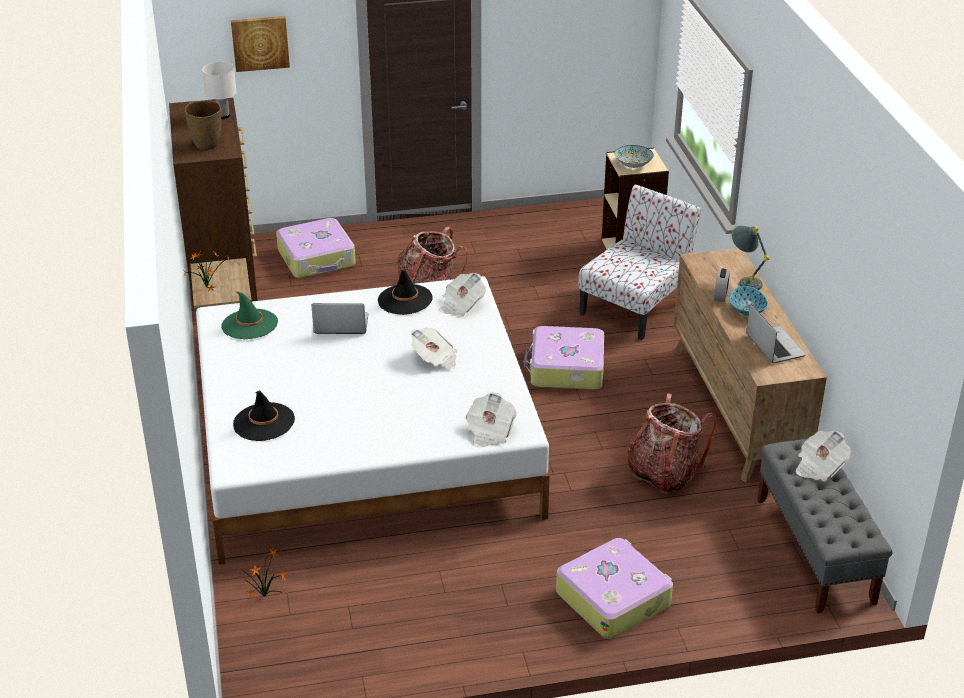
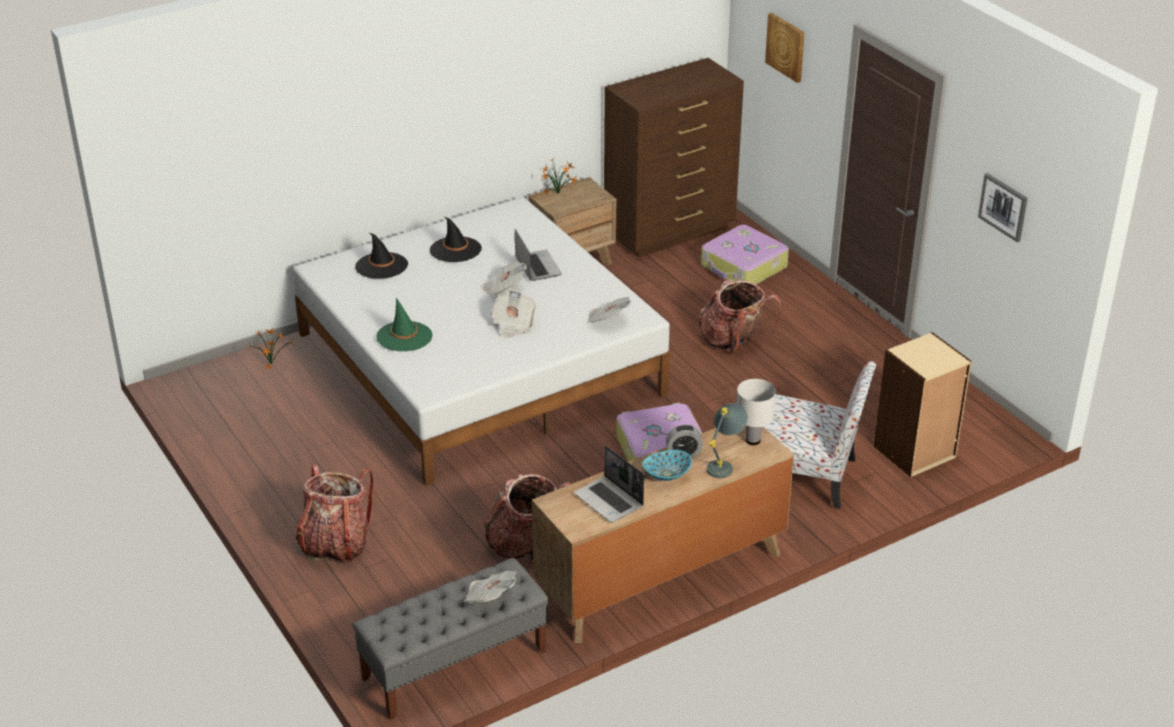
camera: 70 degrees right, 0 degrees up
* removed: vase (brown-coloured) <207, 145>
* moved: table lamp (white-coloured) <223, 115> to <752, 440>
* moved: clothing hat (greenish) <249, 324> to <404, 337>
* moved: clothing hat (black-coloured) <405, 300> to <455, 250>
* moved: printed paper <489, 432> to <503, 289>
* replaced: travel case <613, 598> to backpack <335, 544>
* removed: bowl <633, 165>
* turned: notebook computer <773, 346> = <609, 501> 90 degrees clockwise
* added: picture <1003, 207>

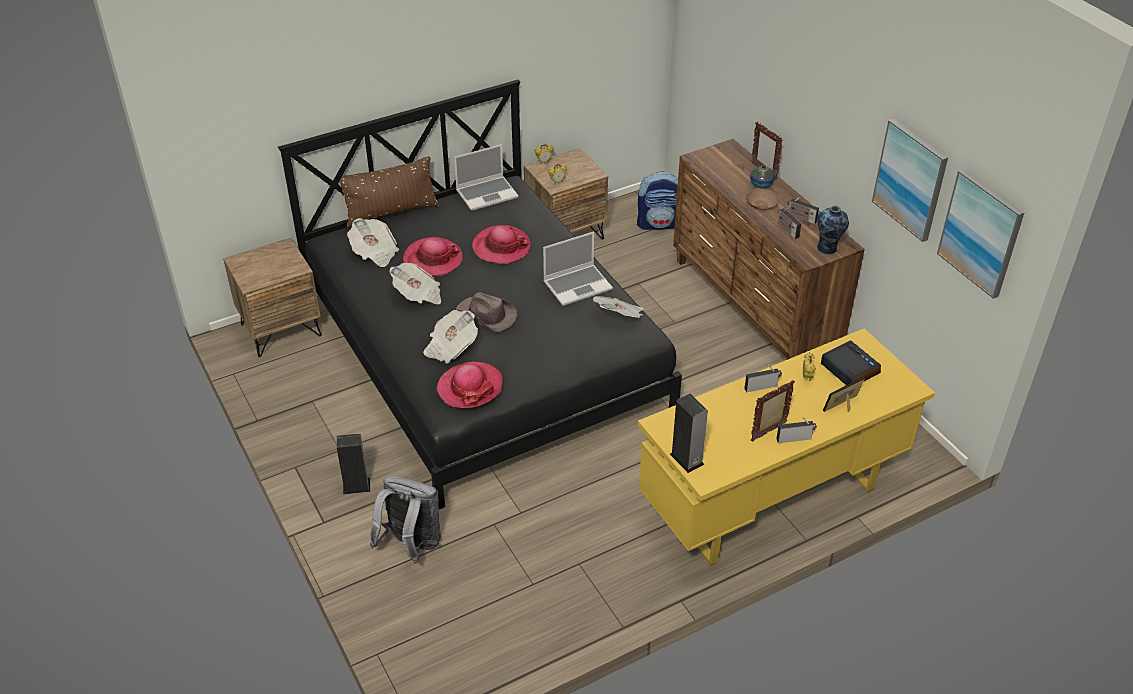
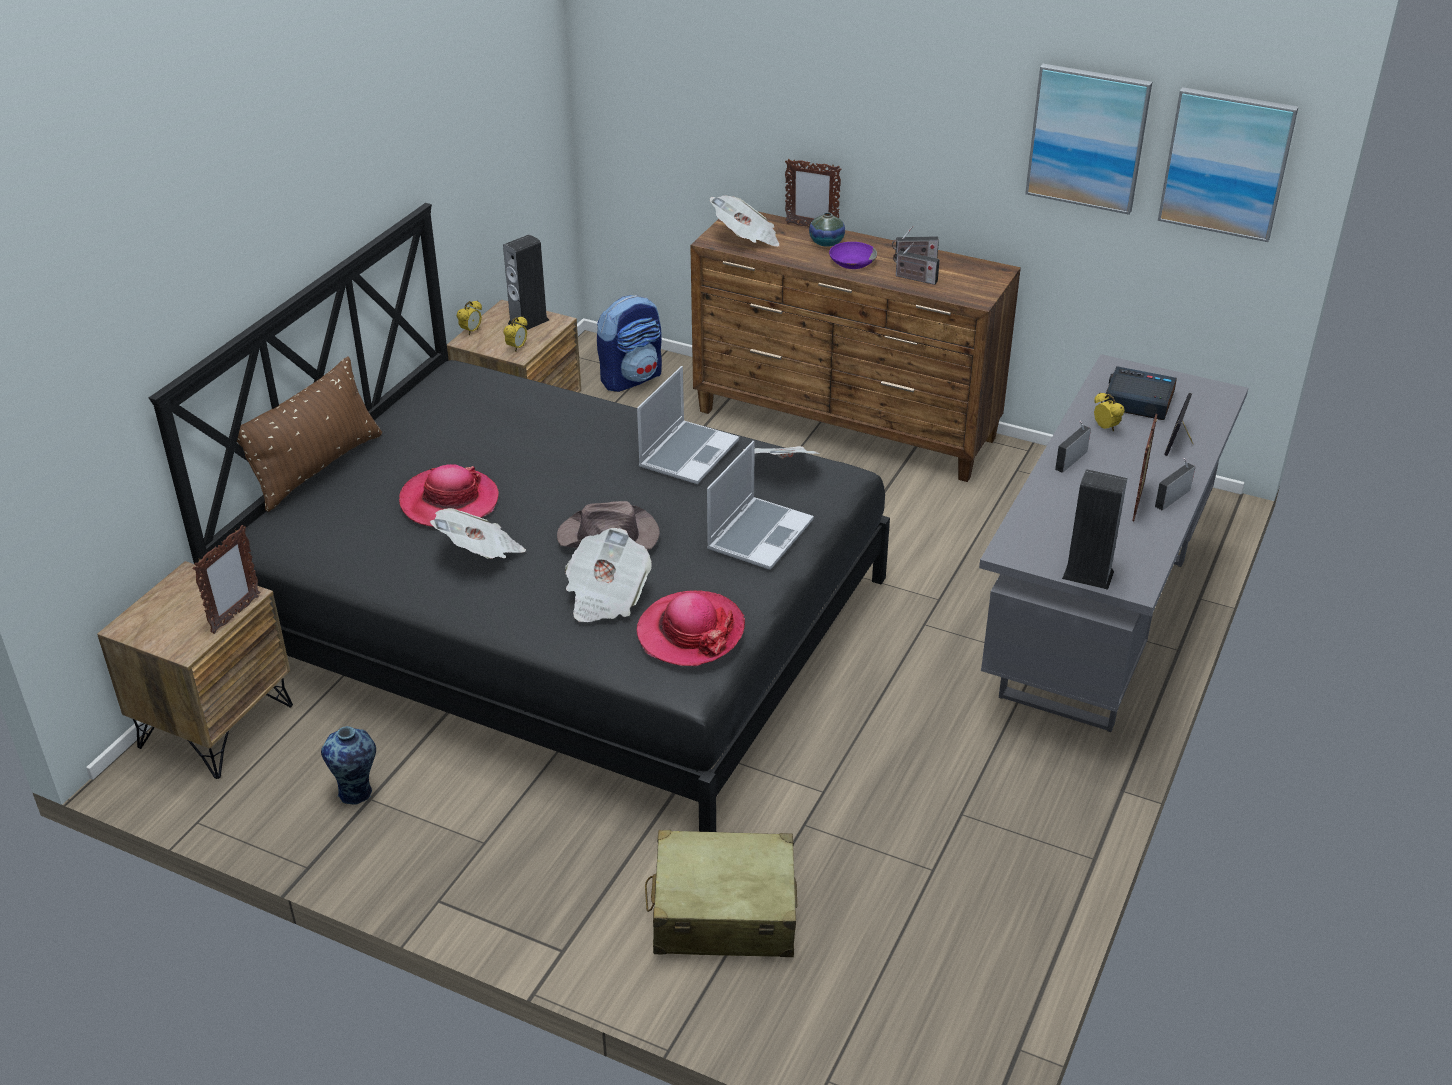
camera: 35 degrees left, 5 degrees down
* moved: loudspeaker <356, 486> to <528, 322>
* moved: printed paper <374, 253> to <746, 239>
* replaced: backpack (gray) <411, 546> to travel case (beige-coloured) <723, 912>
* moved: notebook computer <487, 194> to <759, 534>
* removed: clothing hat <501, 247>
* recoloured: desk table (yellowish) <772, 501> to desk table (gray) <1097, 627>
* recoloured: bowl (brown-coloured) <761, 204> to bowl (purple) <851, 262>
* moved: vase <828, 249> to <357, 793>
* added: picture frame <235, 615>

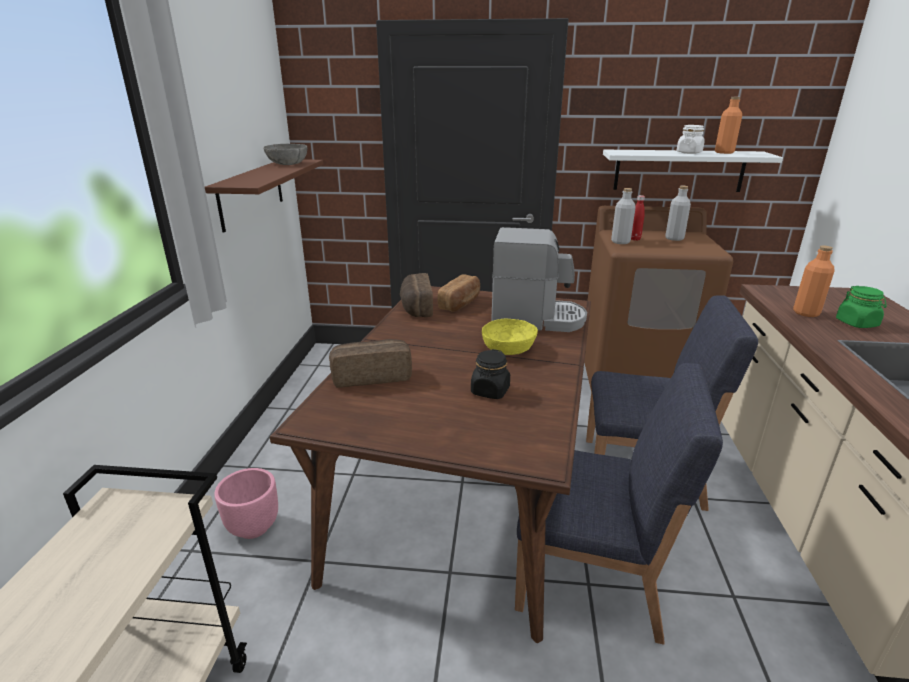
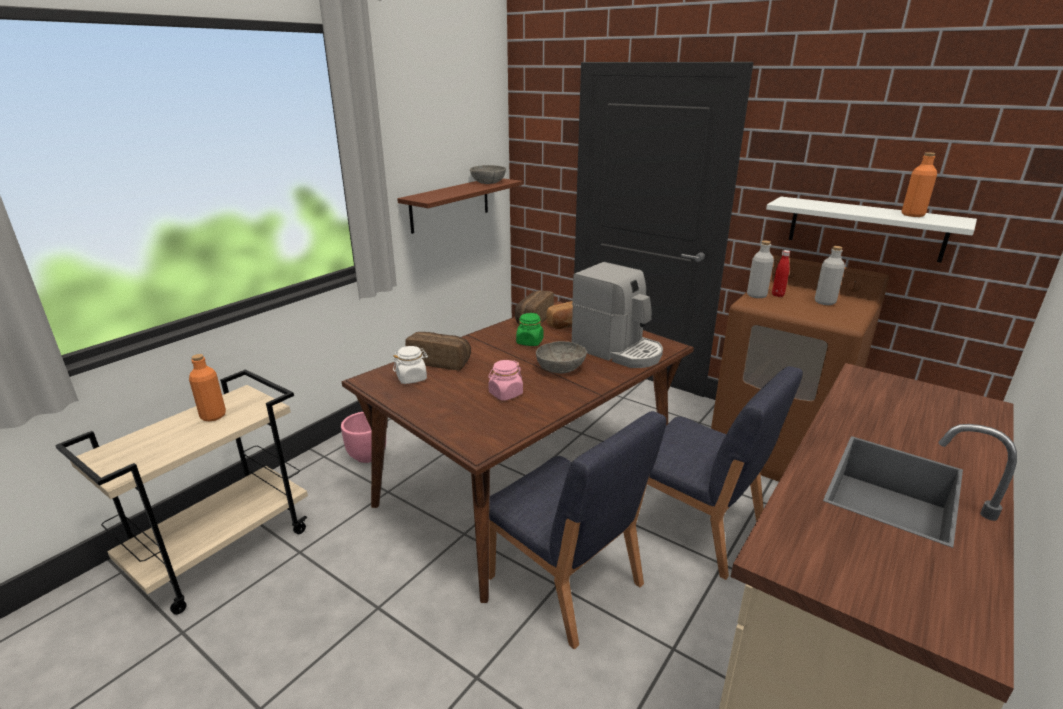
camera: 30 degrees right, 0 degrees up
* recoloured: jar (black-coloured) <490, 391> to jar (pinkish) <505, 394>
* recoloured: bowl (yellowish) <508, 349> to bowl (gray) <560, 368>
* moved: jar (white-coloured) <689, 152> to <412, 378>
* moved: drink bottle (orange) <806, 313> to <213, 416>
* moved: jar (greenish) <857, 323> to <529, 342>

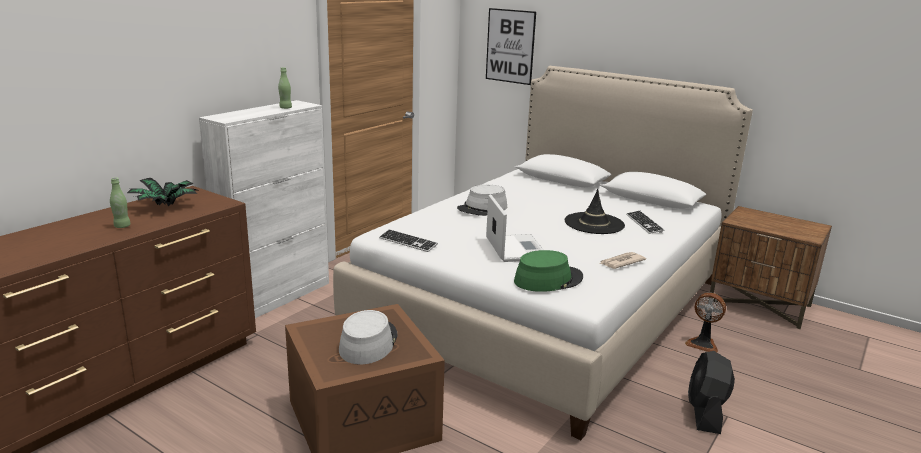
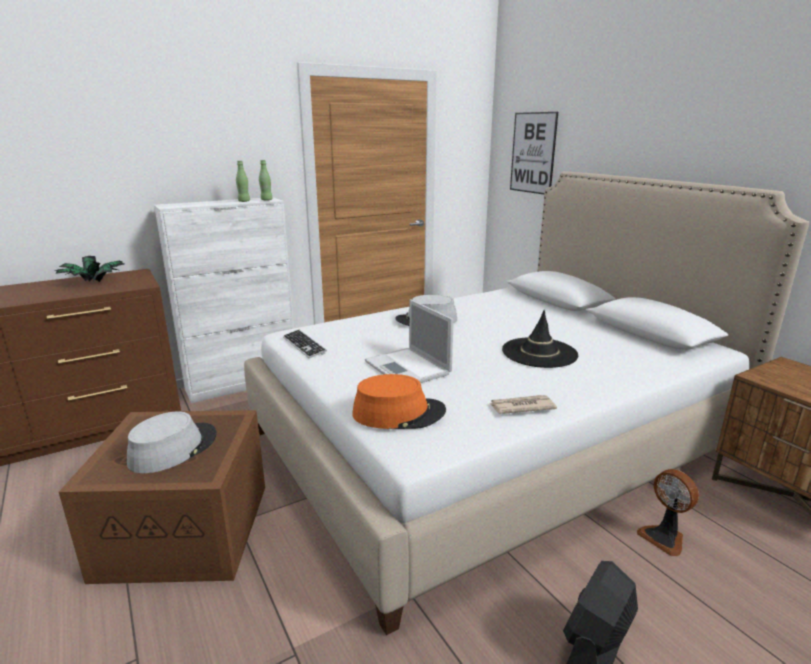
camera: 25 degrees right, 0 degrees up
* moved: drink bottle (greenish) <122, 226> to <266, 200>
* turned: notebook computer <515, 248> = <408, 368> 135 degrees clockwise
* recoloured: clothing hat (greenish) <548, 279> to clothing hat (orange) <398, 413>
* removed: computer keyboard <644, 223>

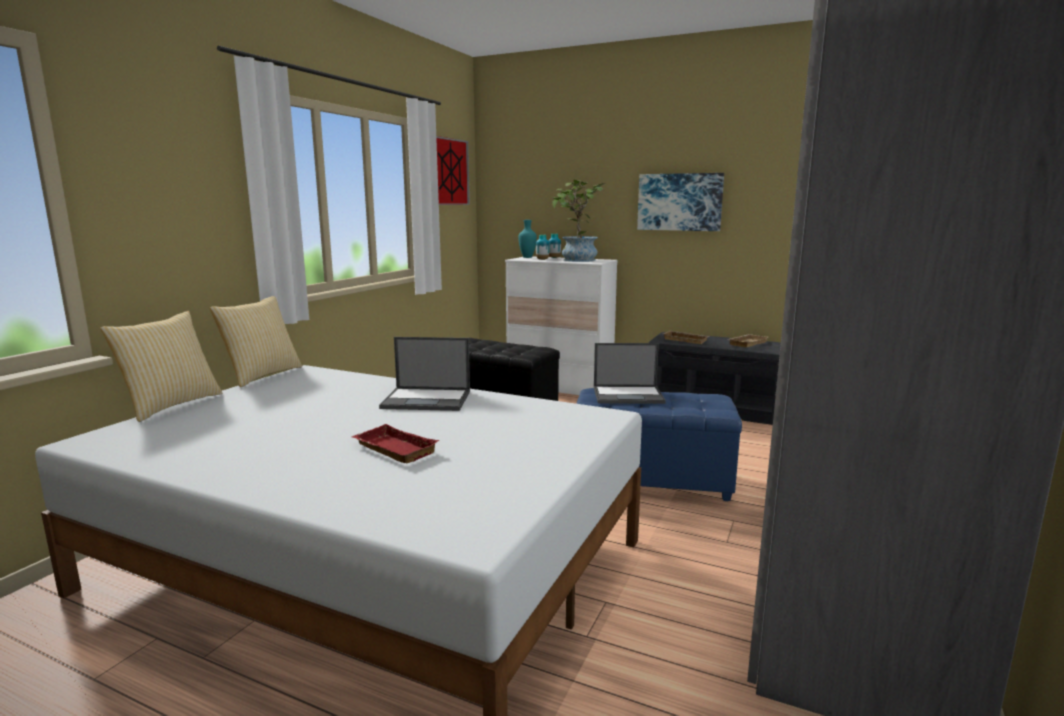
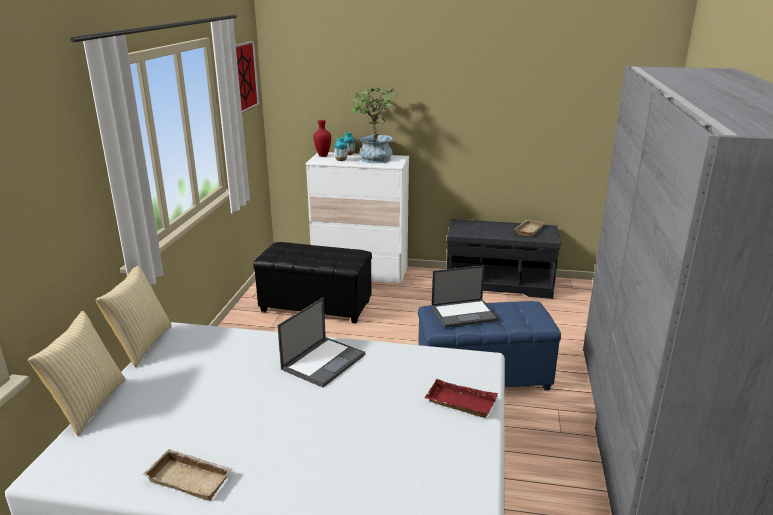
camera: 15 degrees left, 10 degrees up
* moved: tray (reddish) <392, 450> to <459, 403>
* turned: notebook computer <428, 400> = <324, 361> 45 degrees counterclockwise
* recoloured: vase (turquoise) <528, 257> to vase (reddish) <323, 155>
* removed: picture <679, 202>
* moved: tray (beige-coloured) <686, 340> to <191, 478>

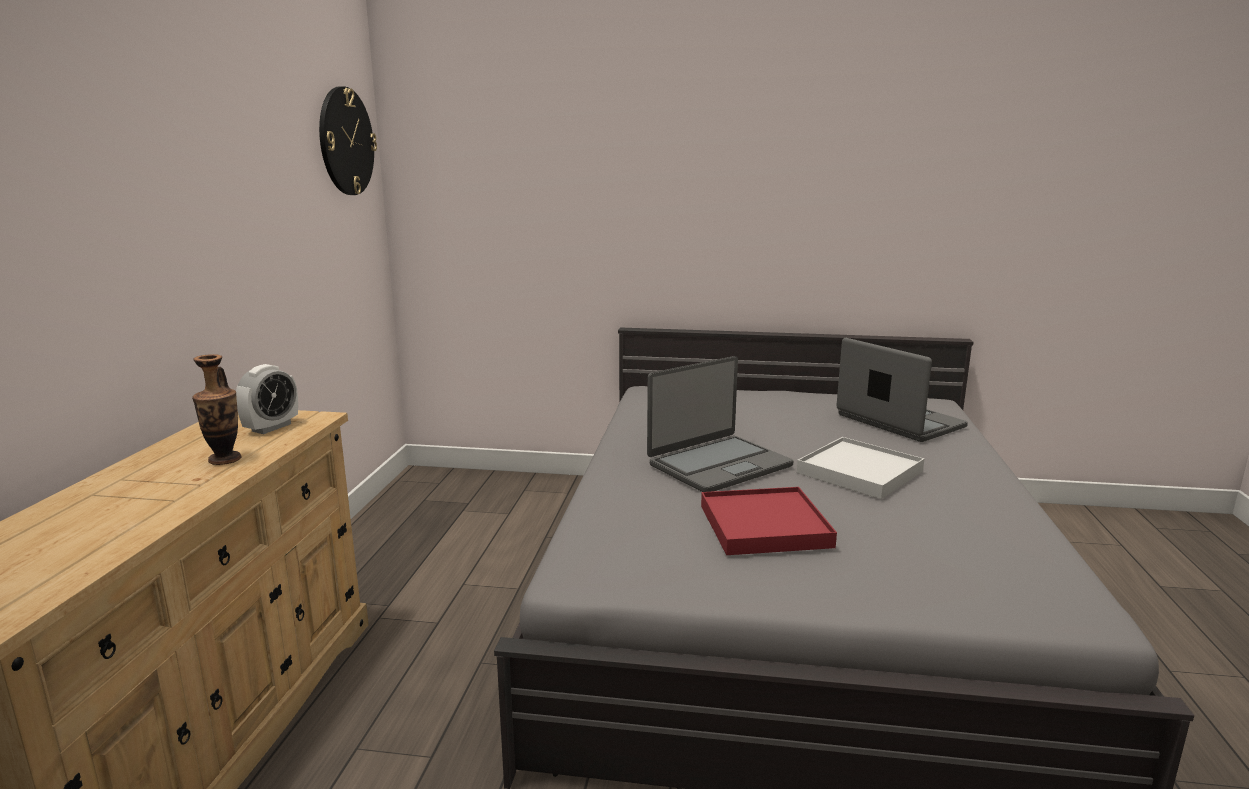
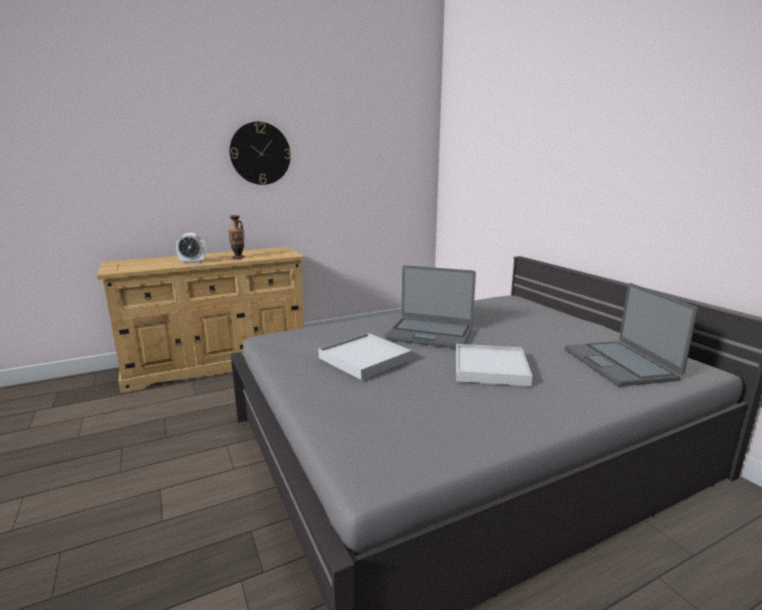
camera: 55 degrees right, 0 degrees up
* moved: alarm clock <271, 427> to <192, 262>
* moved: clock on the wall <346, 141> to <260, 153>
* recoloured: tray (reddish) <764, 526> to tray (white-coloured) <365, 359>
* turned: notebook computer <899, 421> = <620, 364> 150 degrees clockwise

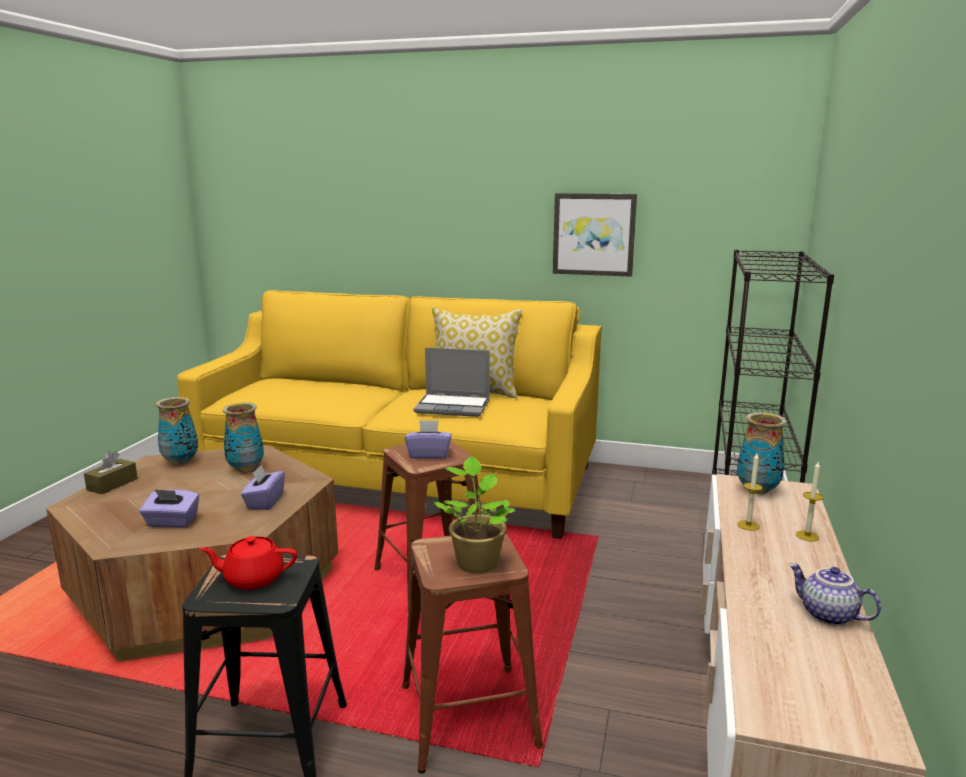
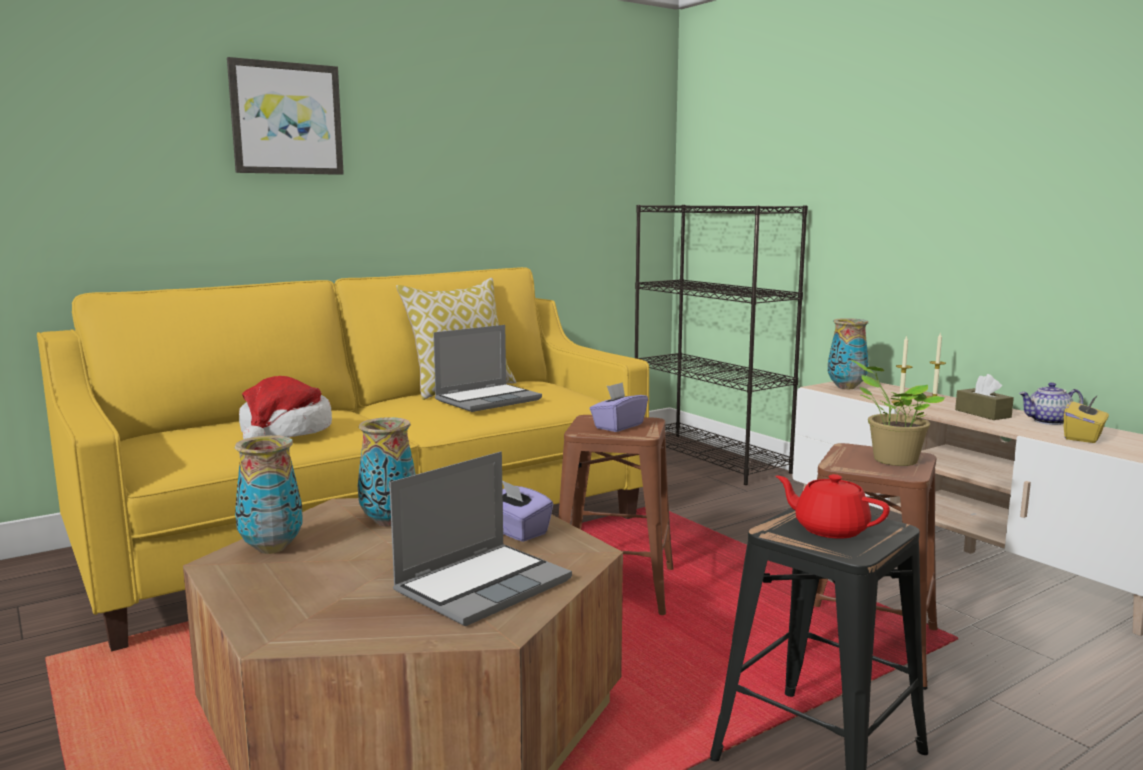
camera: 50 degrees left, 5 degrees down
* moved: box of tissues (brown-coloured) <112, 484> to <982, 413>
* replaced: box of tissues (purple) <172, 522> to notebook computer <483, 585>
* turned: pot for tea (reddish) <253, 579> = <829, 529> 90 degrees clockwise
* moved: picture <594, 234> to <286, 118>
* added: clothing hat <285, 432>
* added: box of tissues (yellowish) <1083, 437>

